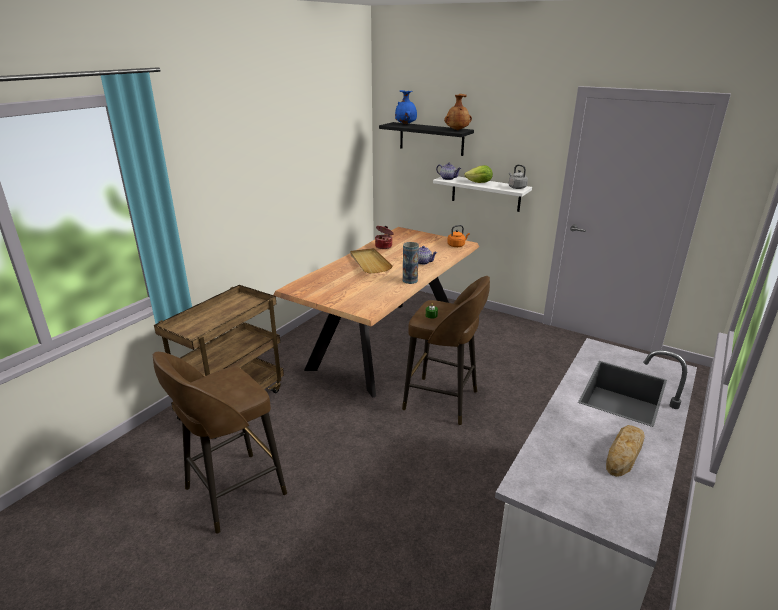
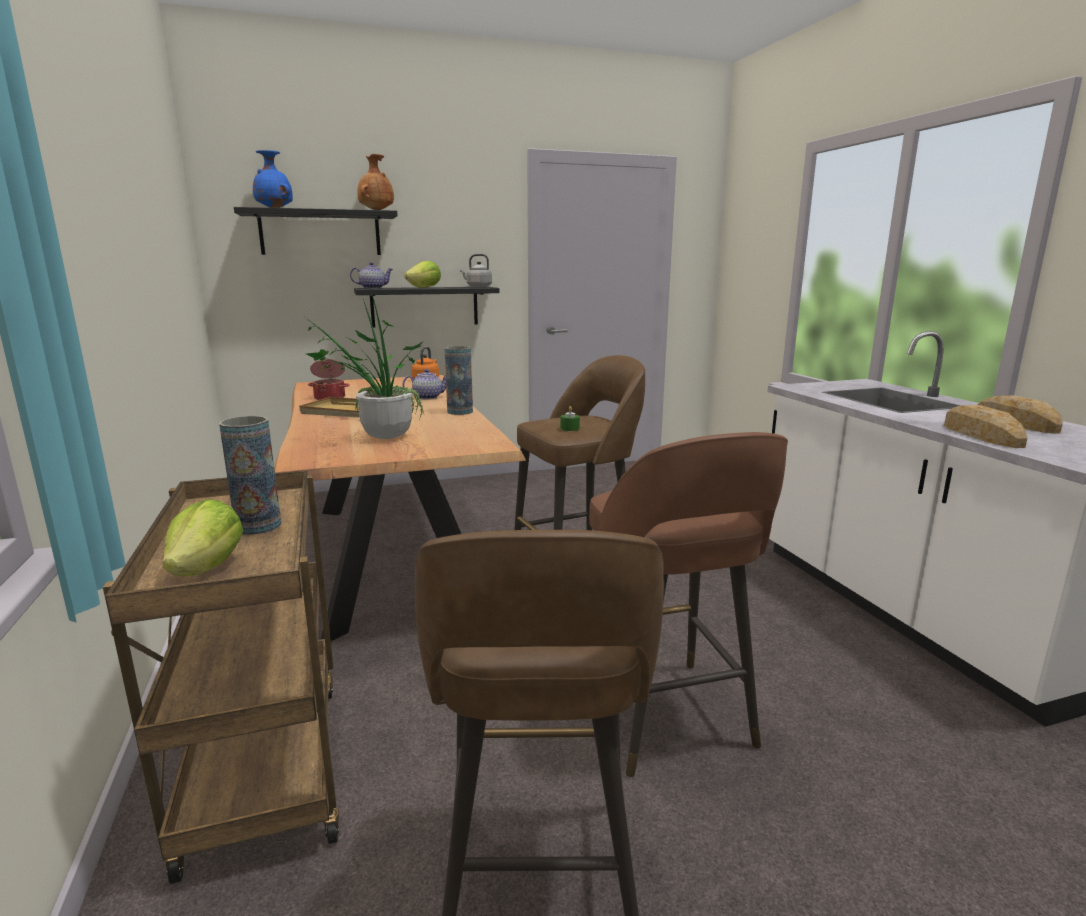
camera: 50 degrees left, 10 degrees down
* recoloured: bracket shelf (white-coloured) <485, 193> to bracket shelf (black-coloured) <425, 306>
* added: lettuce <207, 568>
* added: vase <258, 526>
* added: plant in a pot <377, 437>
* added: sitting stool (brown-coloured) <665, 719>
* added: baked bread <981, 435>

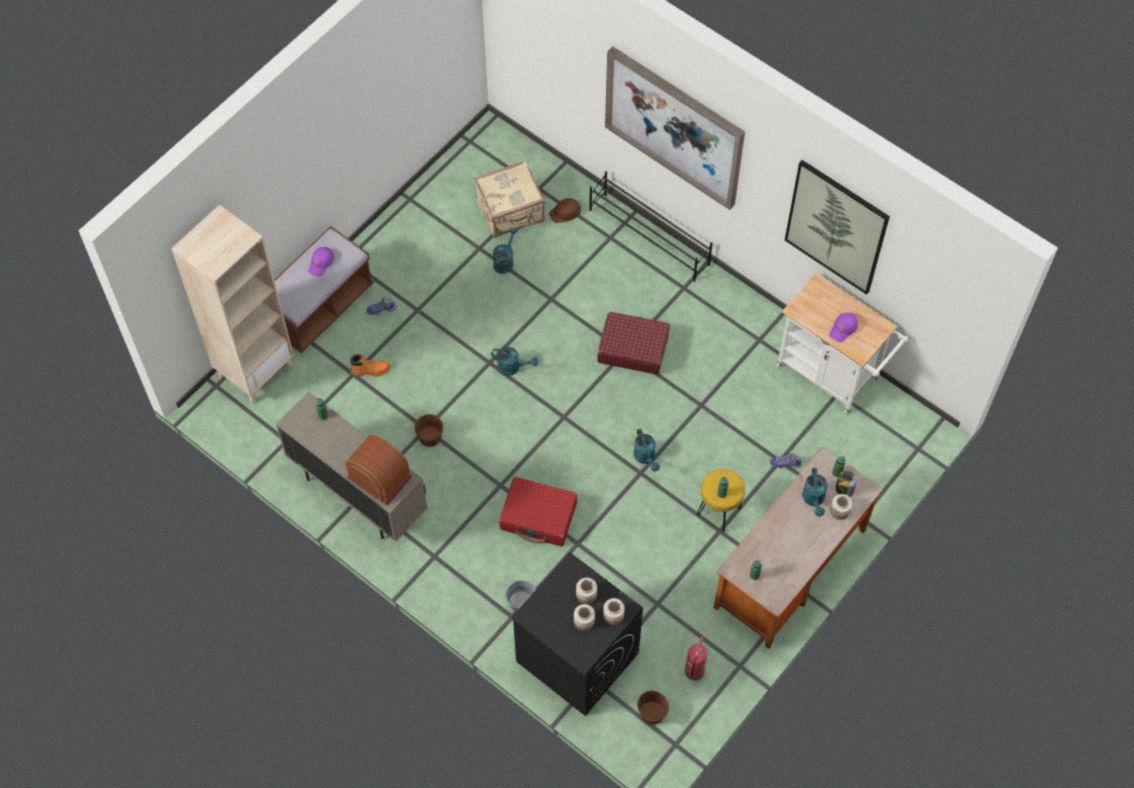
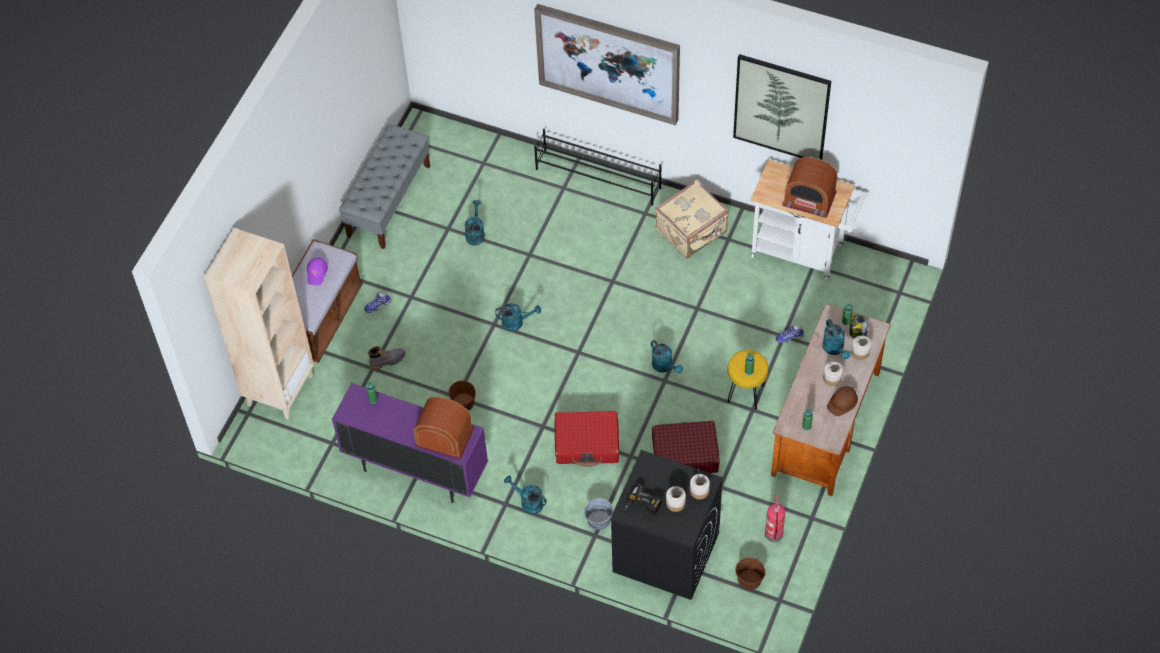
camera: 15 degrees left, 5 degrees down
* recoloured: cupboard (beige-coloured) <358, 494> to cupboard (purple) <416, 471>
* recoloured: high-top boot (orange) <371, 370> to high-top boot (gray) <387, 360>
* moved: travel case (beige-coloured) <511, 212> to <692, 232>
* moved: work helmet (brown-coloured) <566, 212> to <843, 402>
* moved: jar <586, 594> to <832, 378>
* moved: travel case (reddish) <632, 348> to <684, 454>
* replaced: baseball cap (purple) <843, 328> to radio receiver <809, 199>
* added: bench (gray) <389, 201>
* added: watering can (turquoise) <528, 502>
* added: drill <642, 505>

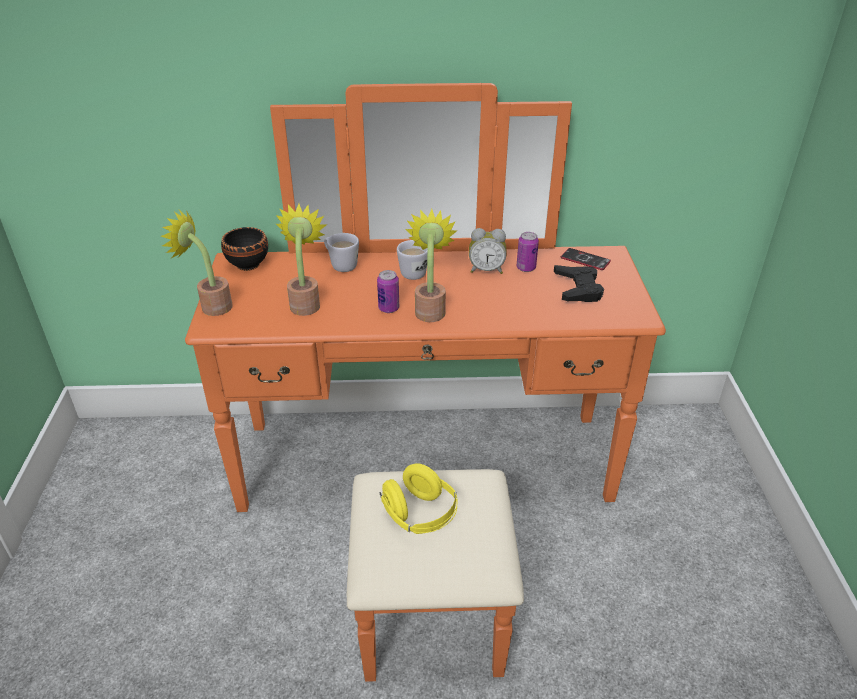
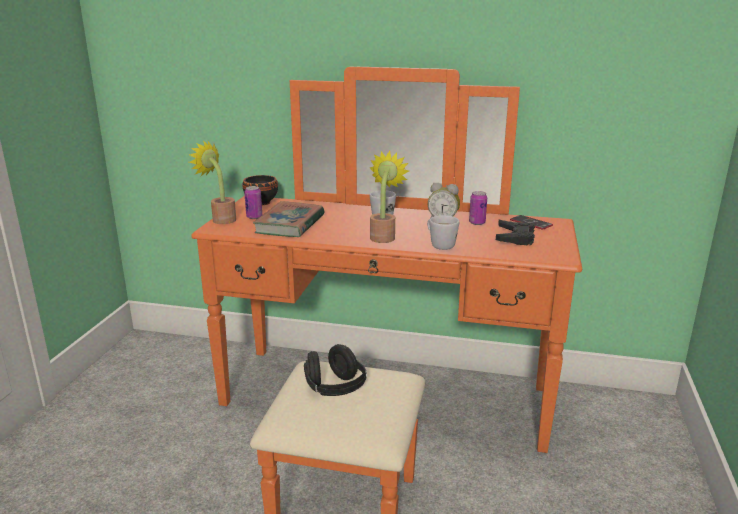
camera: 15 degrees right, 15 degrees down
* replaced: plant in a pot <306, 303> to volume <290, 224>
* moved: mug (white-coloured) <340, 265> to <439, 245>
* moved: sealed can <389, 308> to <254, 217>
* recoloured: headset (yellowish) <420, 515> to headset (black-coloured) <334, 389>

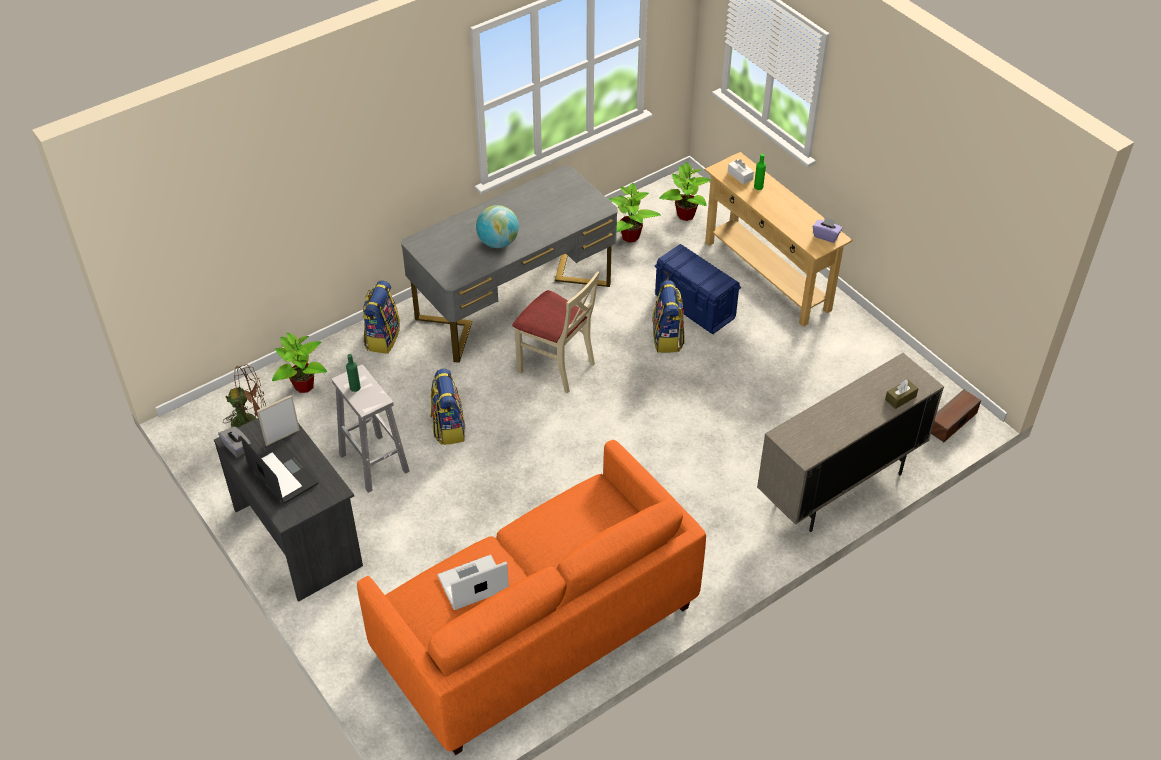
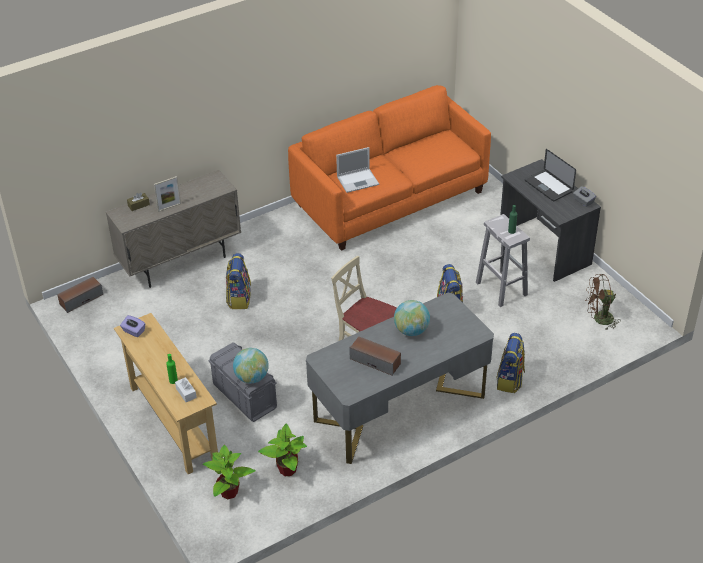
camera: 175 degrees left, 5 degrees down
* moved: picture frame <282, 437> to <169, 207>
* removed: plant in a pot <303, 385>
* moved: notebook computer <471, 584> to <358, 180>
* moved: backpack <668, 338> to <239, 298>
* recoloured: storage container (blue) <695, 307> to storage container (gray) <244, 396>
* added: world globe <251, 377>
* added: loudspeaker <375, 361>

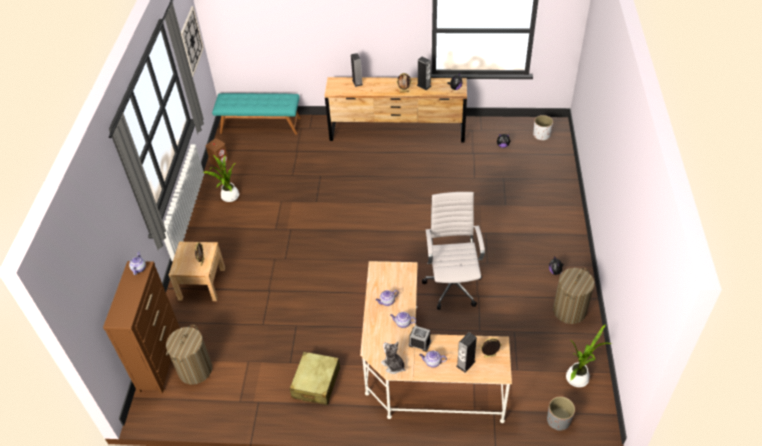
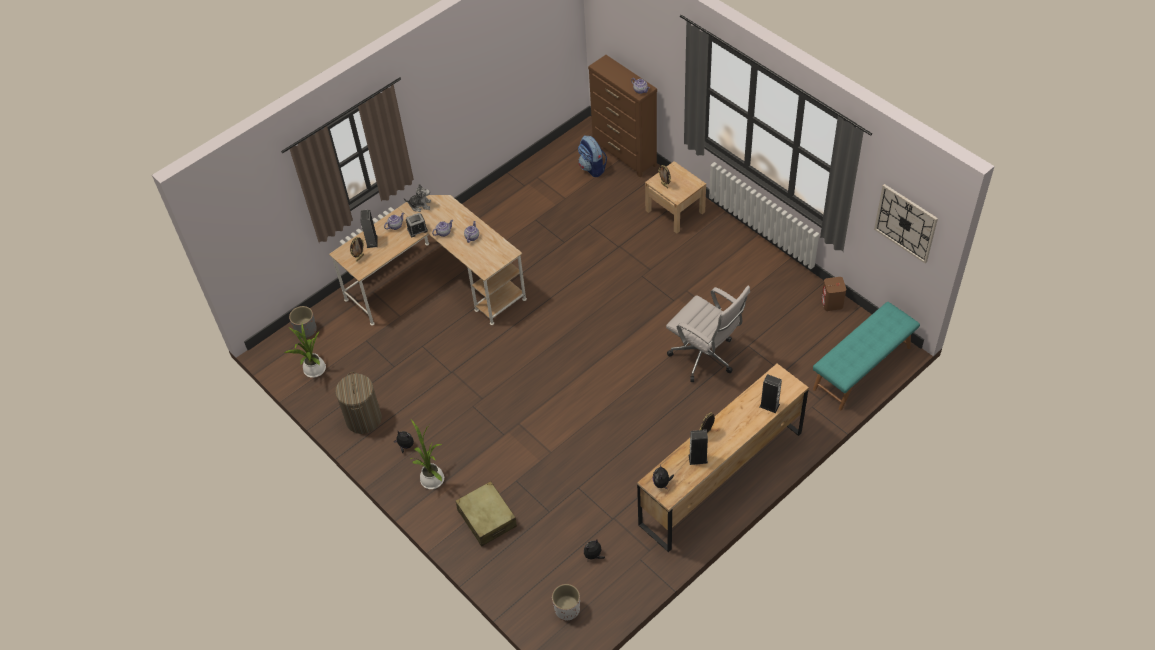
camera: 135 degrees right, 5 degrees up
* replaced: laundry basket <195, 369> to backpack <592, 168>
* moved: plant in a pot <229, 197> to <432, 478>
* moved: travel case (beige-coloured) <316, 383> to <487, 518>
* moved: office chair (white-coloured) <452, 285> to <705, 358>

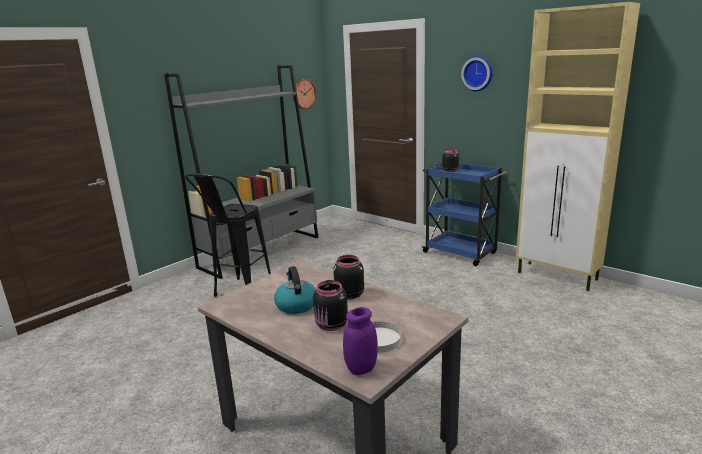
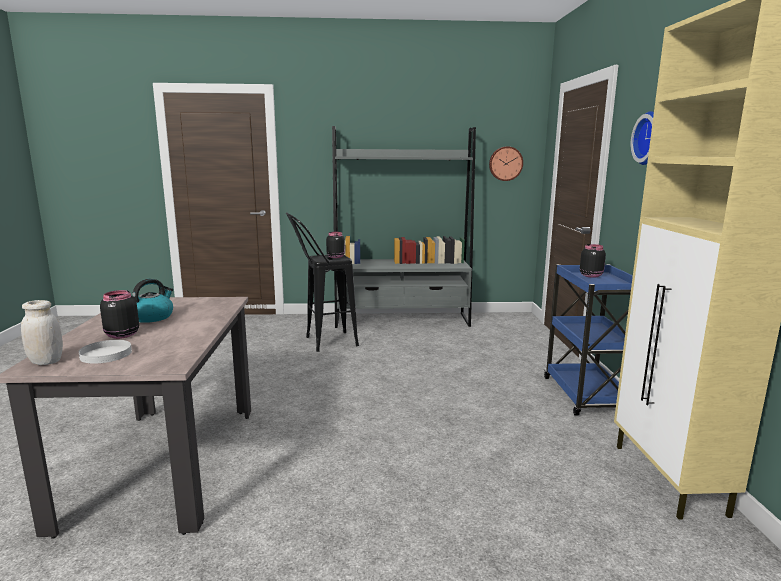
camera: 45 degrees right, 5 degrees down
* moved: jar (black-coloured) <349, 295> to <335, 256>
* recoloured: jar (purple) <361, 368> to jar (white-coloured) <46, 362>

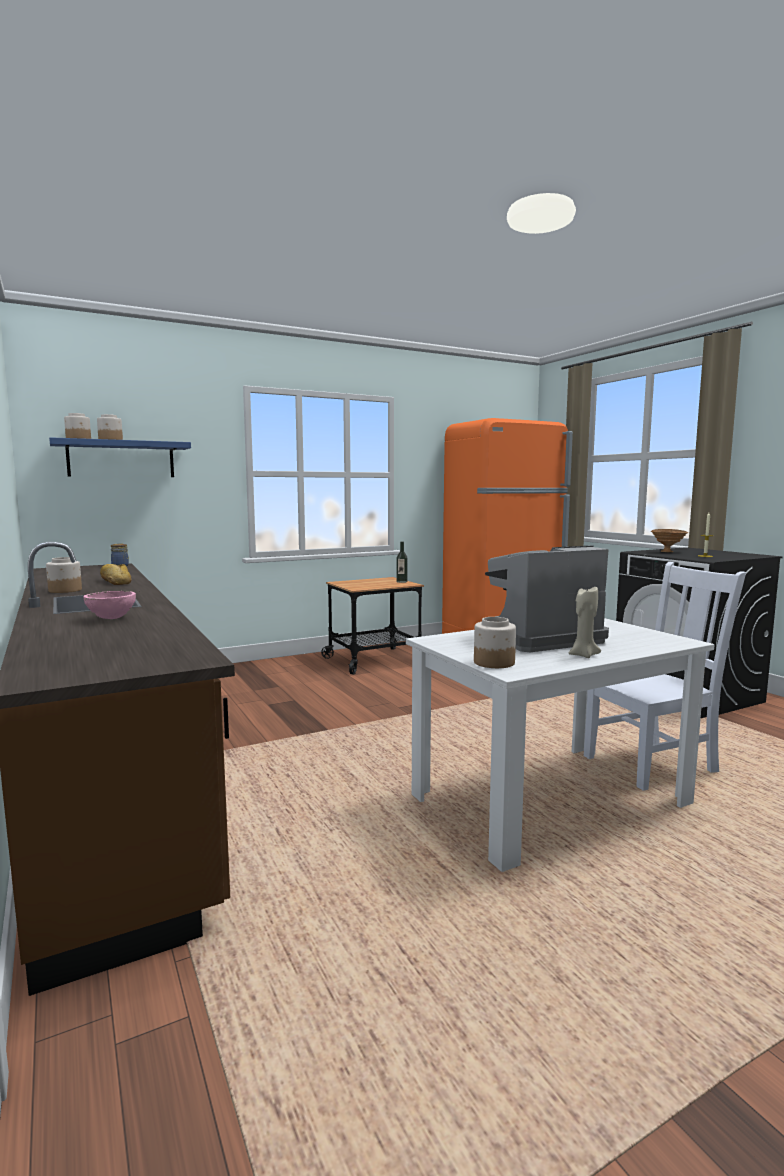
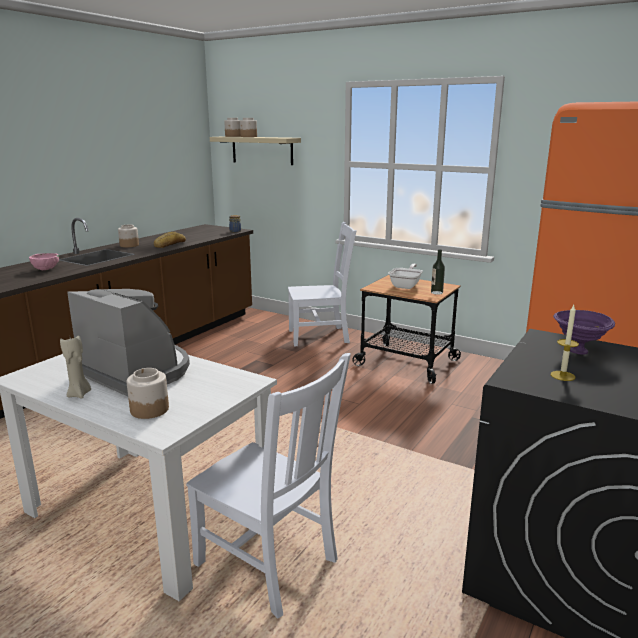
camera: 60 degrees right, 10 degrees up
* recoloured: bracket shelf (blue) <121, 459> to bracket shelf (beige-coloured) <262, 150>
* moved: jar <493, 662> to <149, 409>
* recoloured: bowl (brown-coloured) <668, 552> to bowl (purple) <579, 351>
* added: plain chair (white-coloured) <321, 336>
* added: skillet <406, 285>

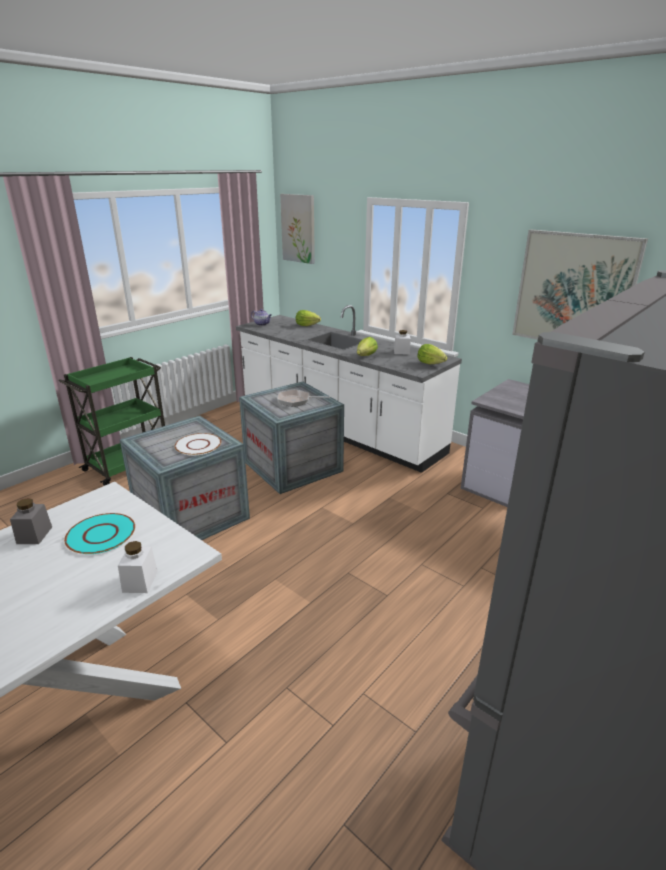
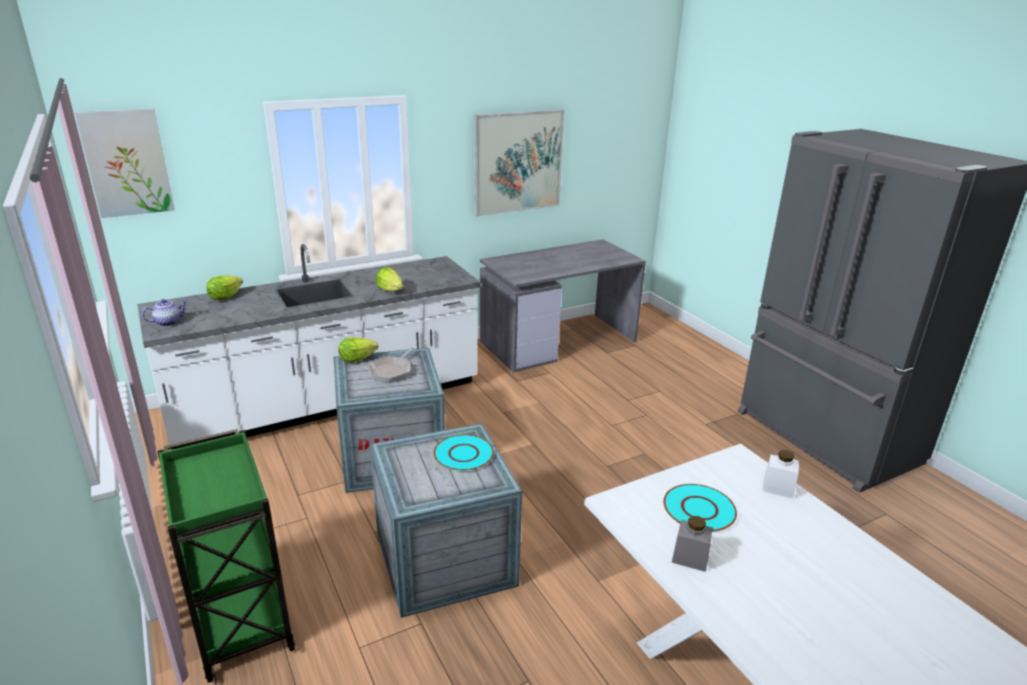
camera: 70 degrees left, 0 degrees up
* recoloured: dinner plate (white-coloured) <198, 445> to dinner plate (turquoise) <464, 454>
* removed: jar (white-coloured) <401, 352>
* moved: lettuce <430, 363> to <357, 359>

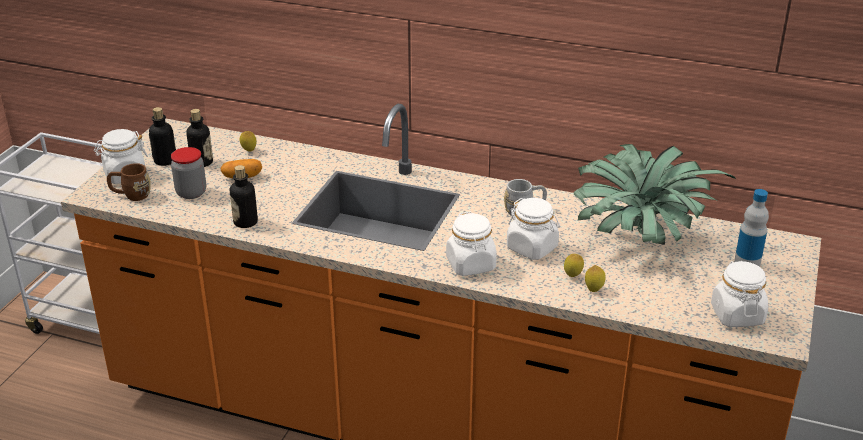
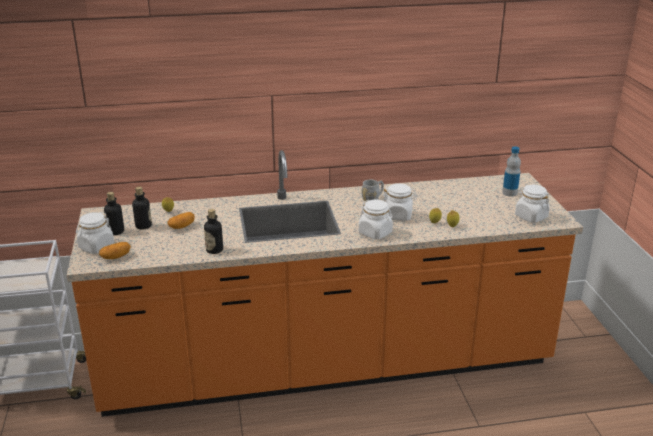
camera: 30 degrees left, 5 degrees down
* replaced: mug (brown-coloured) <131, 195> to potato <115, 257>
* removed: jar <191, 193>
* removed: plant in a pot <639, 237>

